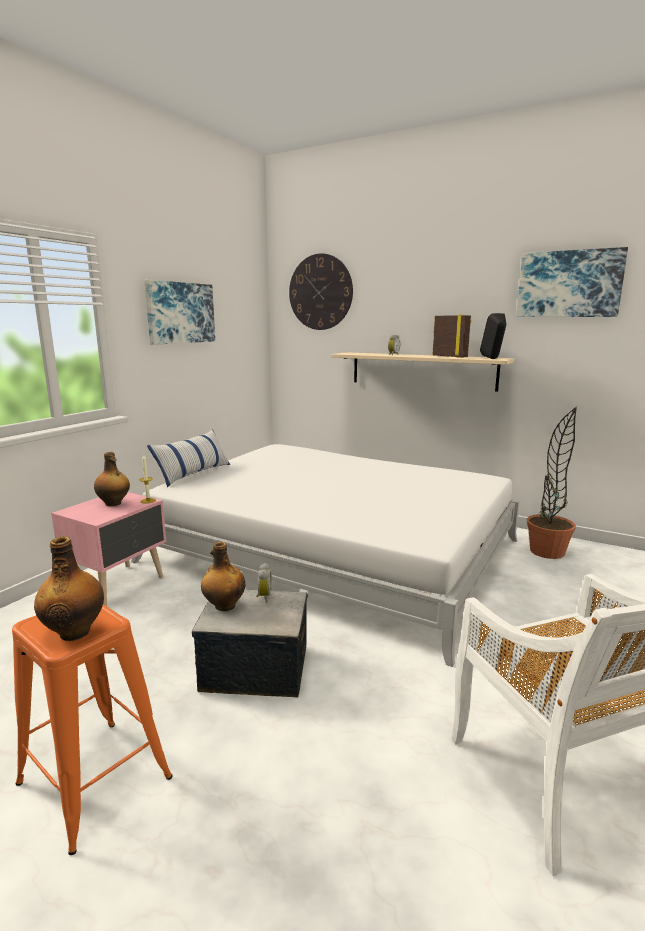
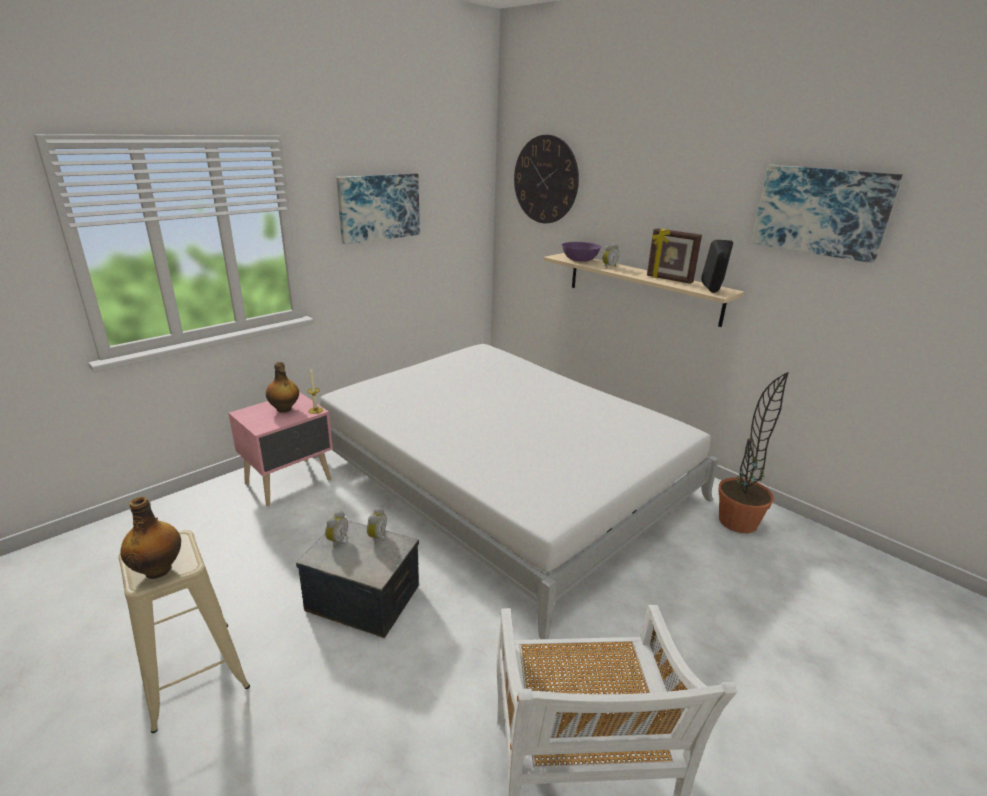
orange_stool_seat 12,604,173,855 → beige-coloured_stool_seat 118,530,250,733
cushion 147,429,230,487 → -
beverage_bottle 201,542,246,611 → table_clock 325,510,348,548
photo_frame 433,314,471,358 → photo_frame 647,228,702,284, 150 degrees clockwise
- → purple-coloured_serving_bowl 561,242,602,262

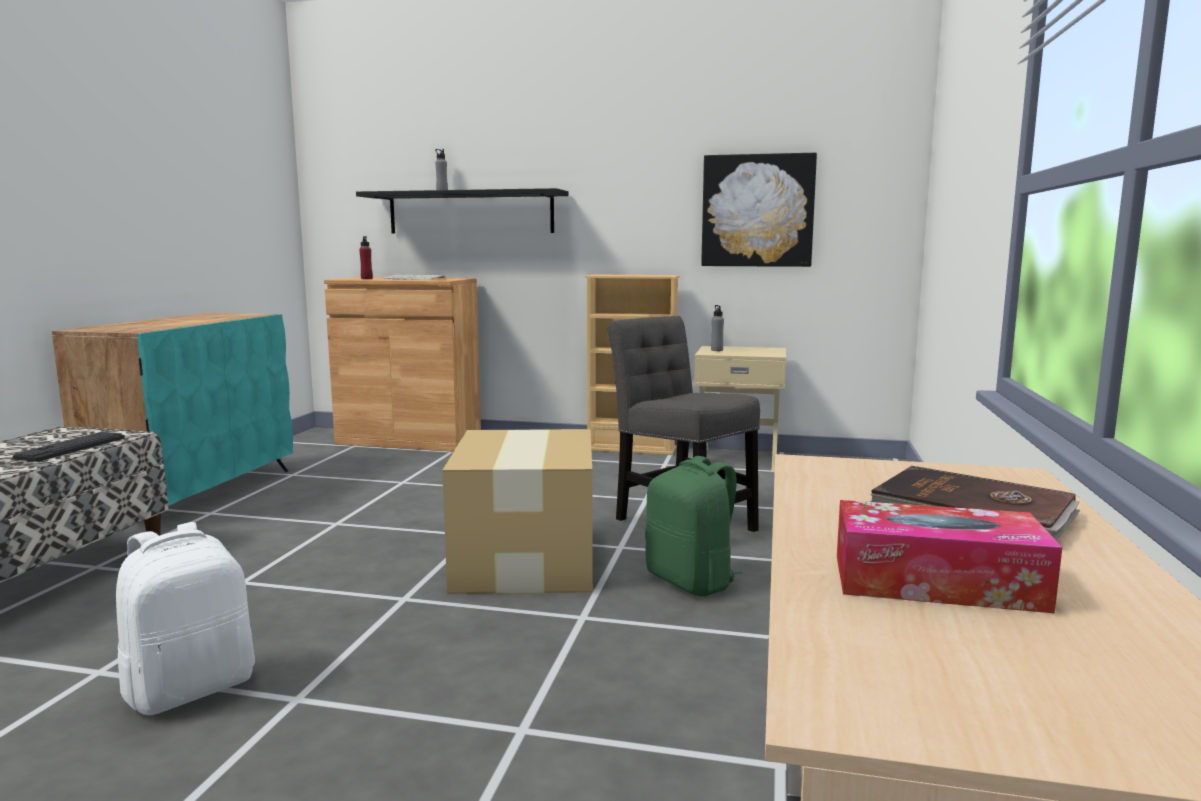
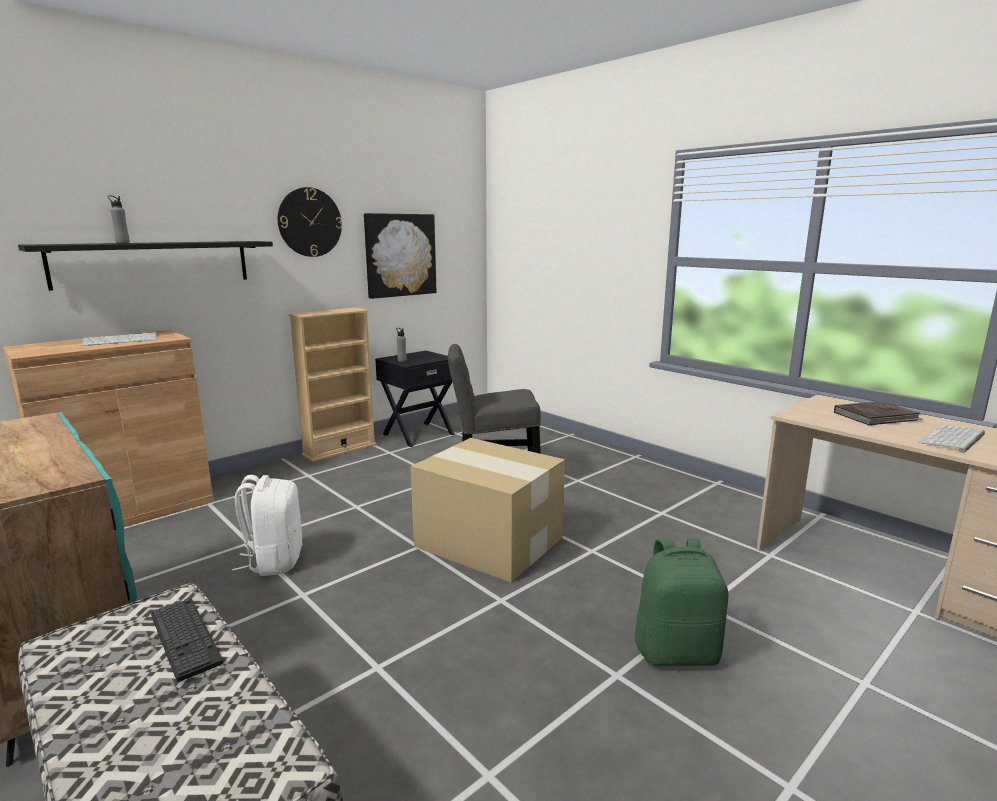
white-coloured_rucksack 116,522,255,715 → white-coloured_rucksack 232,475,302,576, shifted
red_beverage_bottle 359,236,373,279 → -
greenish_rucksack 645,456,743,596 → greenish_rucksack 635,538,728,666, shifted
beige-coloured_night_table 694,346,786,472 → blackish_night_table 375,351,455,447
tissue_holder 837,500,1062,613 → computer_keyboard 918,425,985,453
- → clock_on_the_wall 278,187,342,257

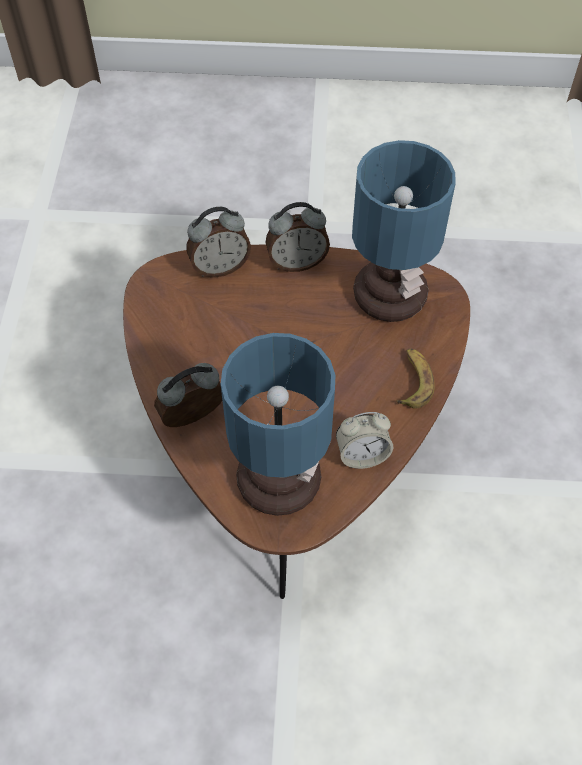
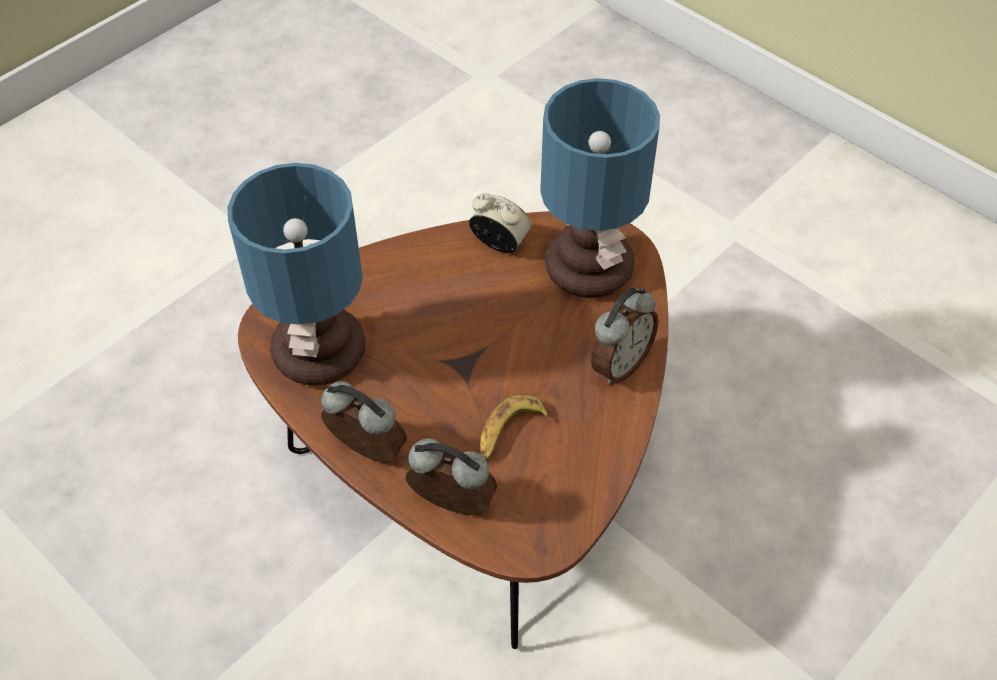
table_clock 154,363,222,427 → table_clock 591,287,659,385, 60 degrees counterclockwise
banana 396,348,435,409 → banana 480,395,550,460, shifted

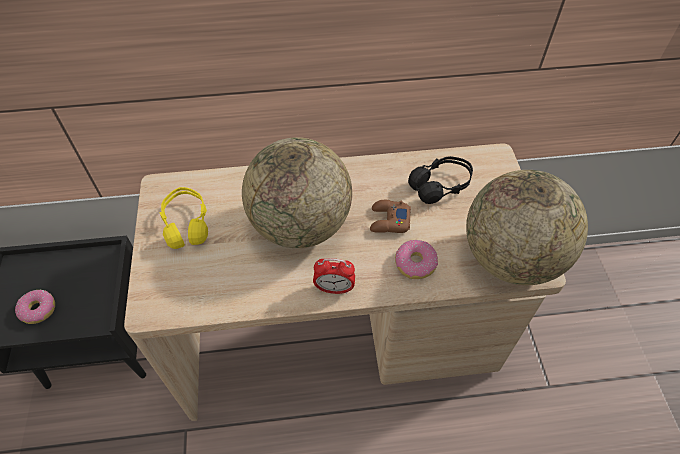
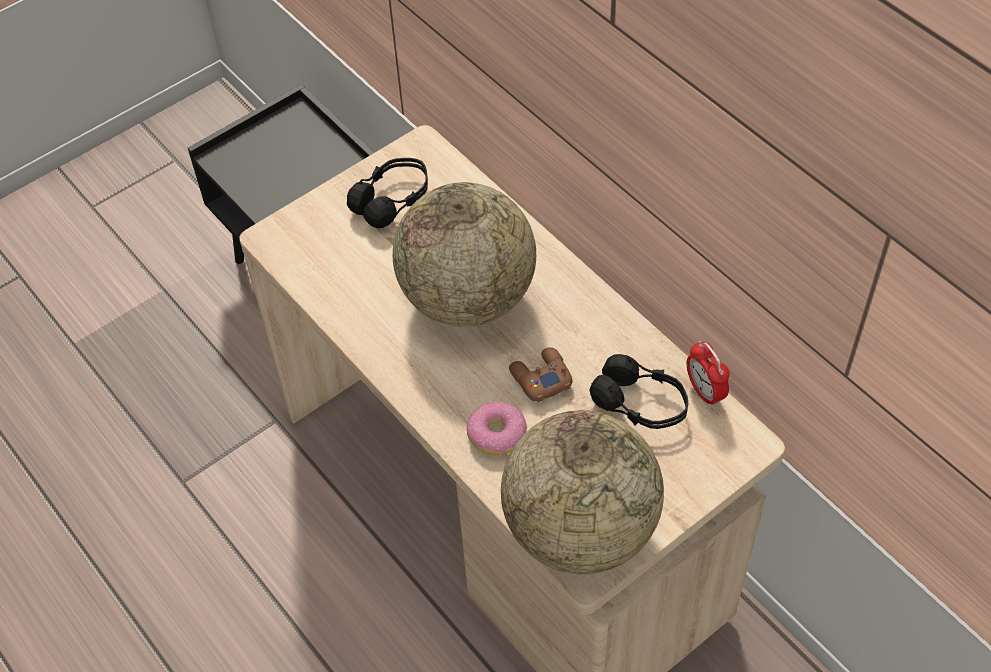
donut 15,290,55,324 → -
yellow_headset 159,187,208,249 → blackish_headset 347,158,428,228
table_clock 313,258,355,294 → table_clock 687,341,730,407, shifted

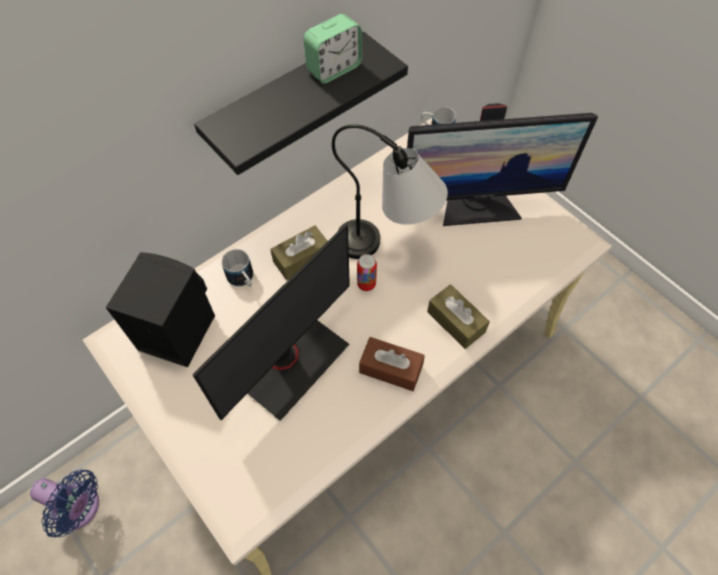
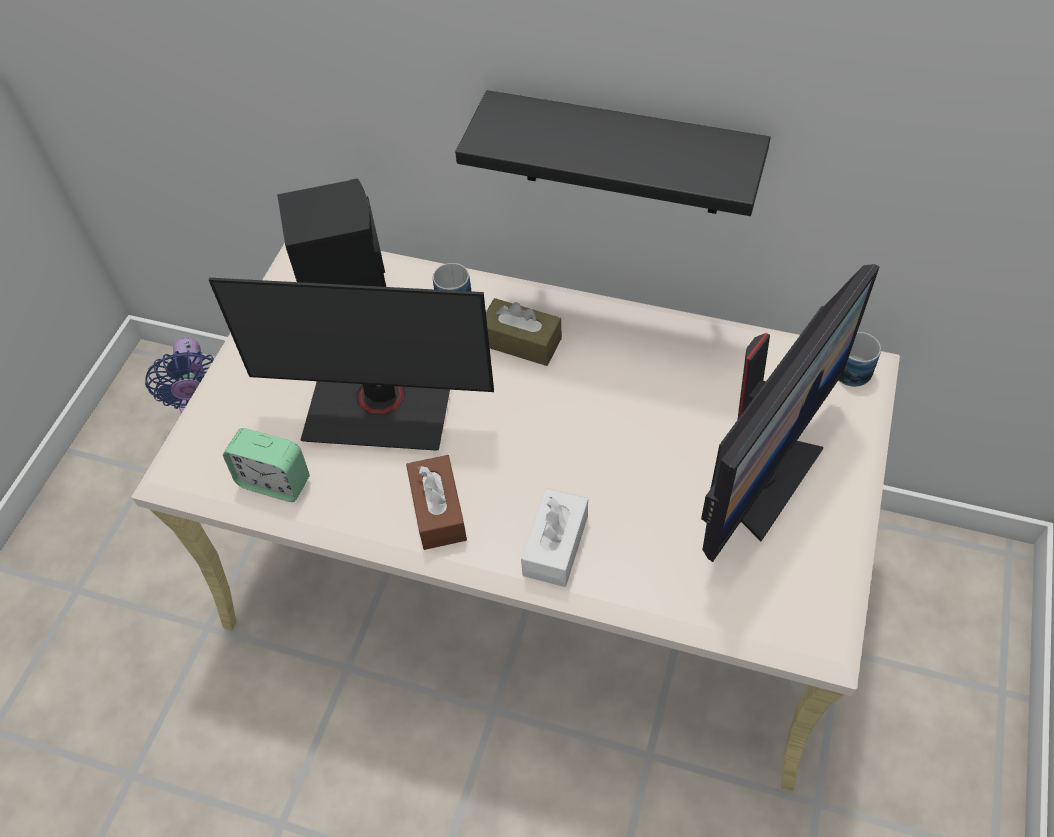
table_clock 303,14,362,84 → table_clock 223,428,310,502, shifted
tabletop_lamp 332,124,448,259 → -
metal_can 357,254,377,291 → -
monitor 407,103,598,226 → monitor 701,264,880,562, 105 degrees counterclockwise
brown_tissue_holder 427,284,490,349 → white-coloured_tissue_holder 521,488,588,587

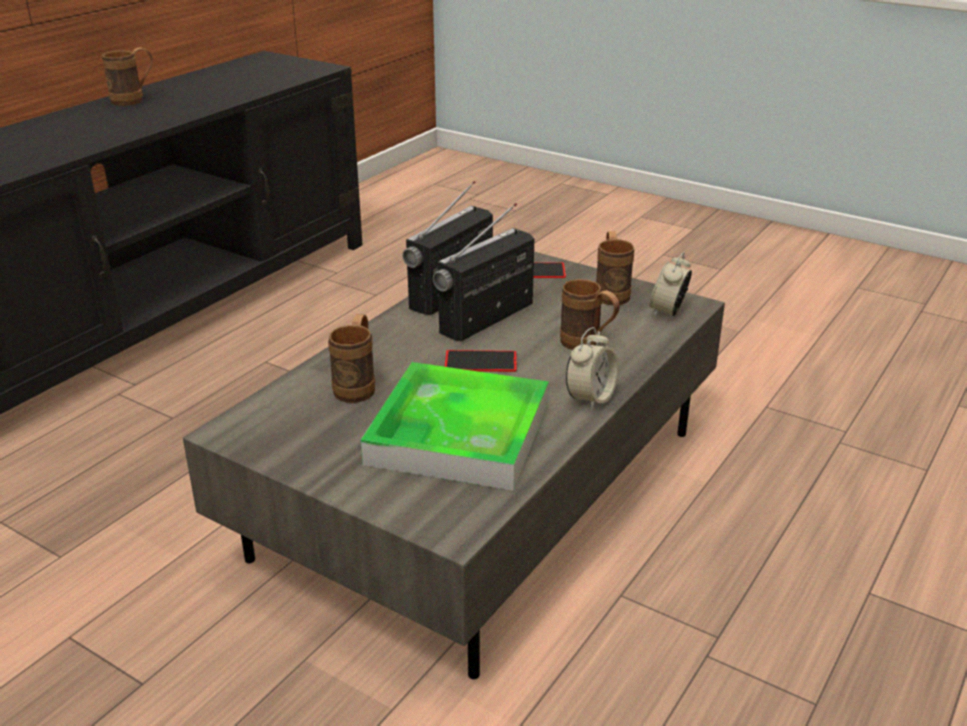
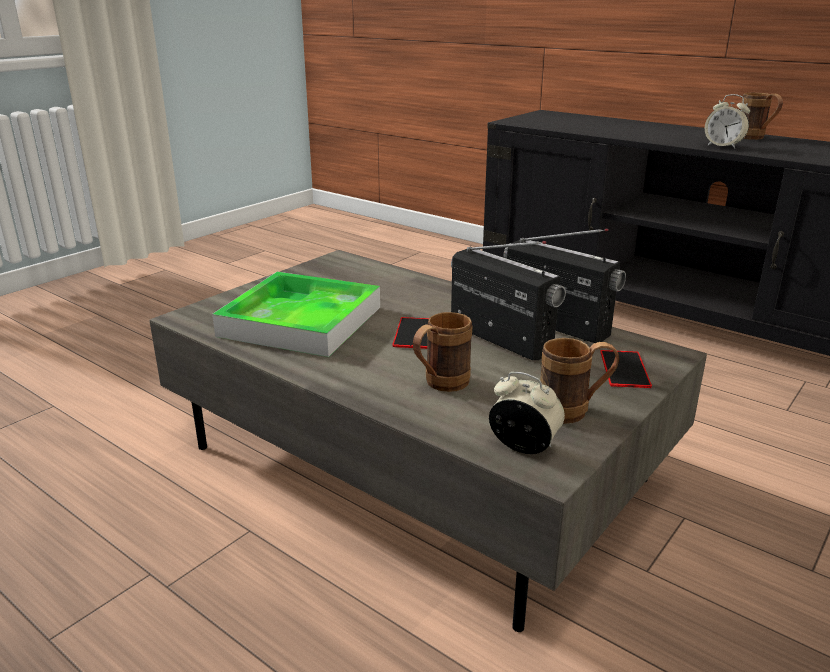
brown_tea_mug 328,314,375,403 → -
table_clock 566,327,619,410 → table_clock 705,94,750,149, shifted

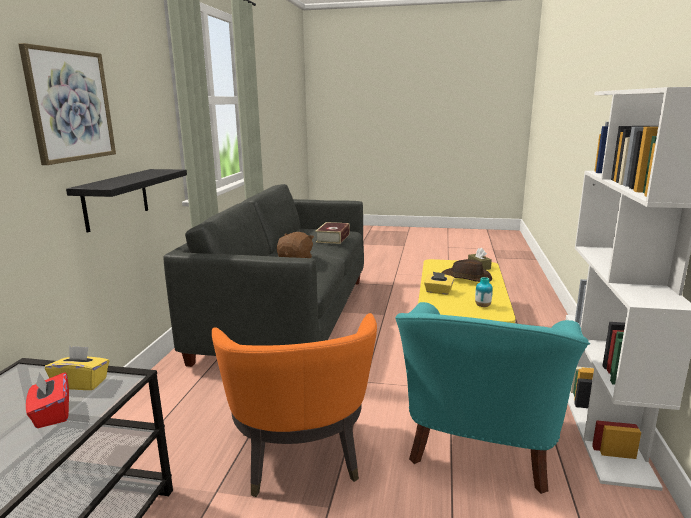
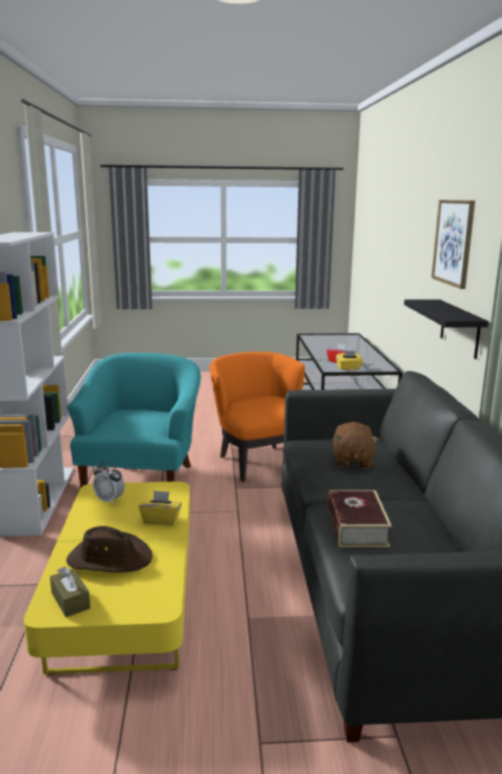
flower_vase 475,277,493,307 → table_clock 93,462,125,505

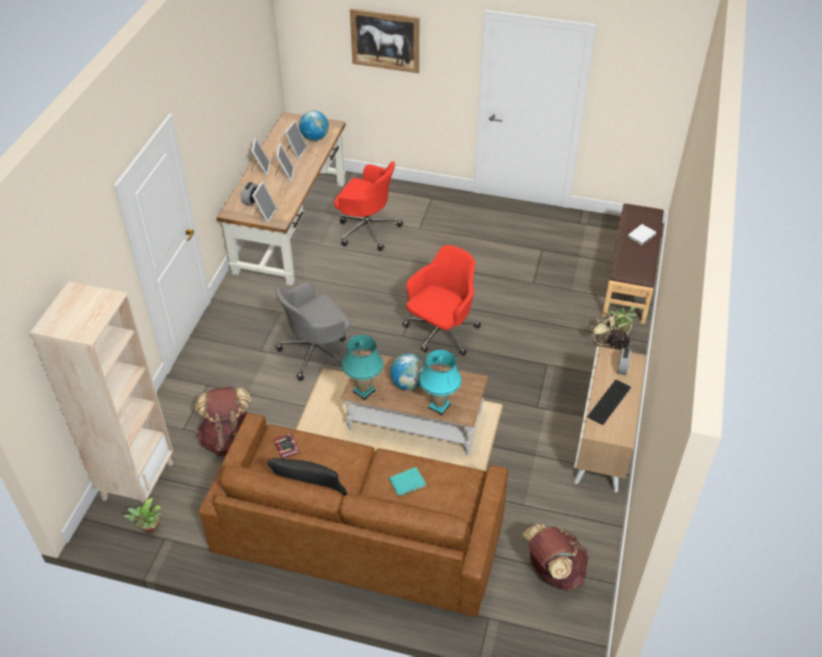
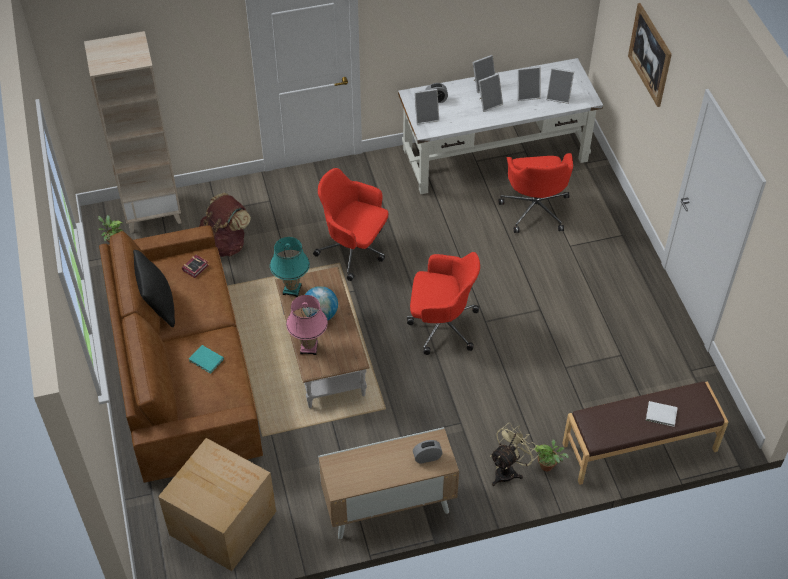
brown_desk_table 217,112,346,285 → white-coloured_desk_table 398,58,603,194
gray_computer_chair 275,282,351,381 → red_computer_chair 313,168,389,281
globe 299,111,329,141 → photo_frame 546,68,574,104
turquoise-coloured_tabletop_lamp 419,350,462,415 → pink-coloured_tabletop_lamp 286,295,328,355
brown_rucksack 522,524,589,591 → carton 158,438,276,571
computer_keyboard 587,380,631,425 → -

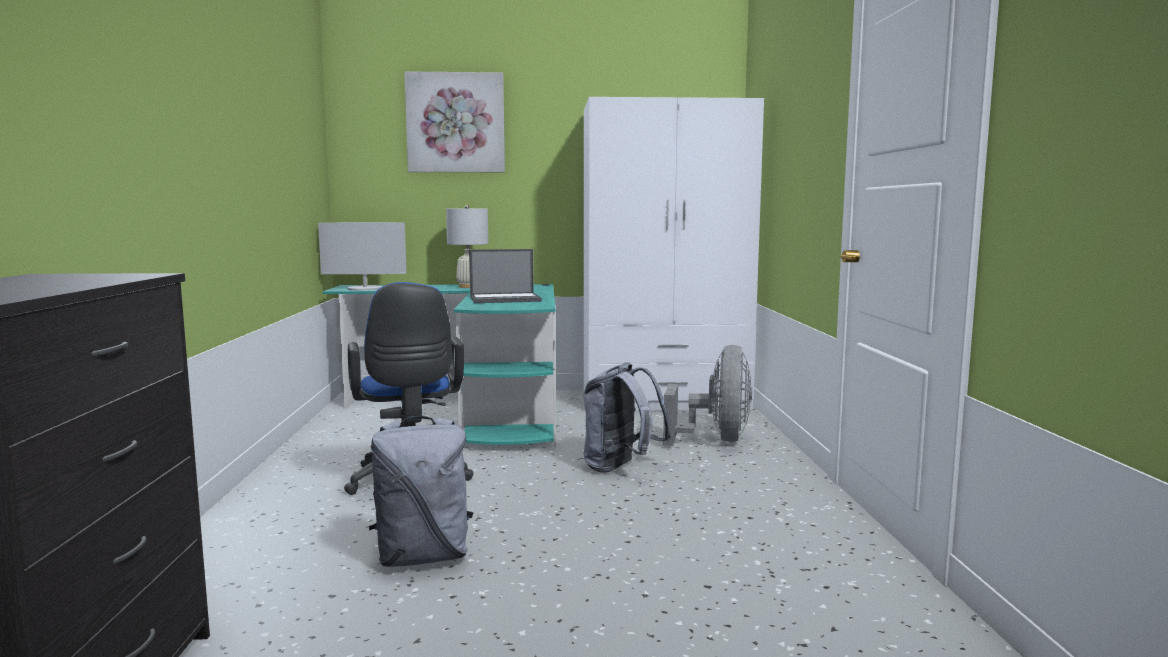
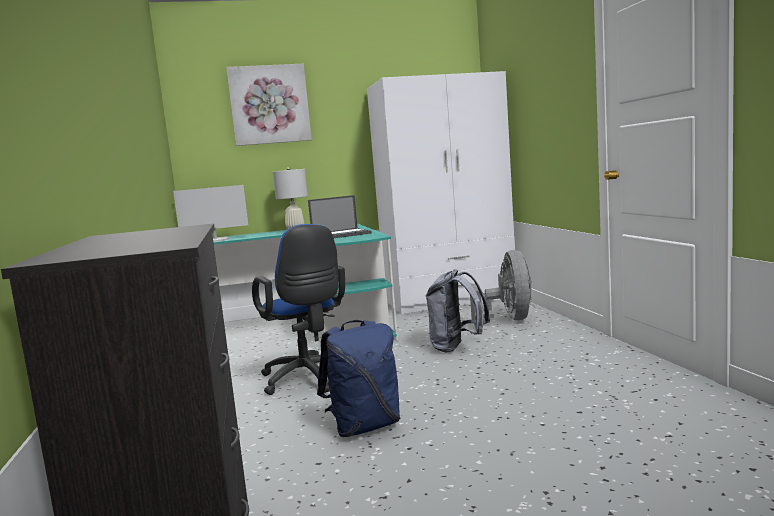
gray_rucksack 369,416,474,567 → bluish_rucksack 317,320,400,437

